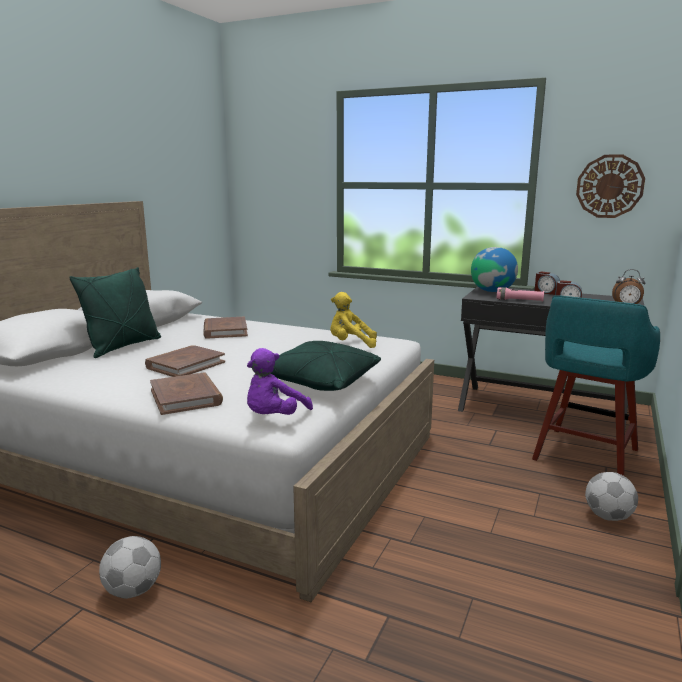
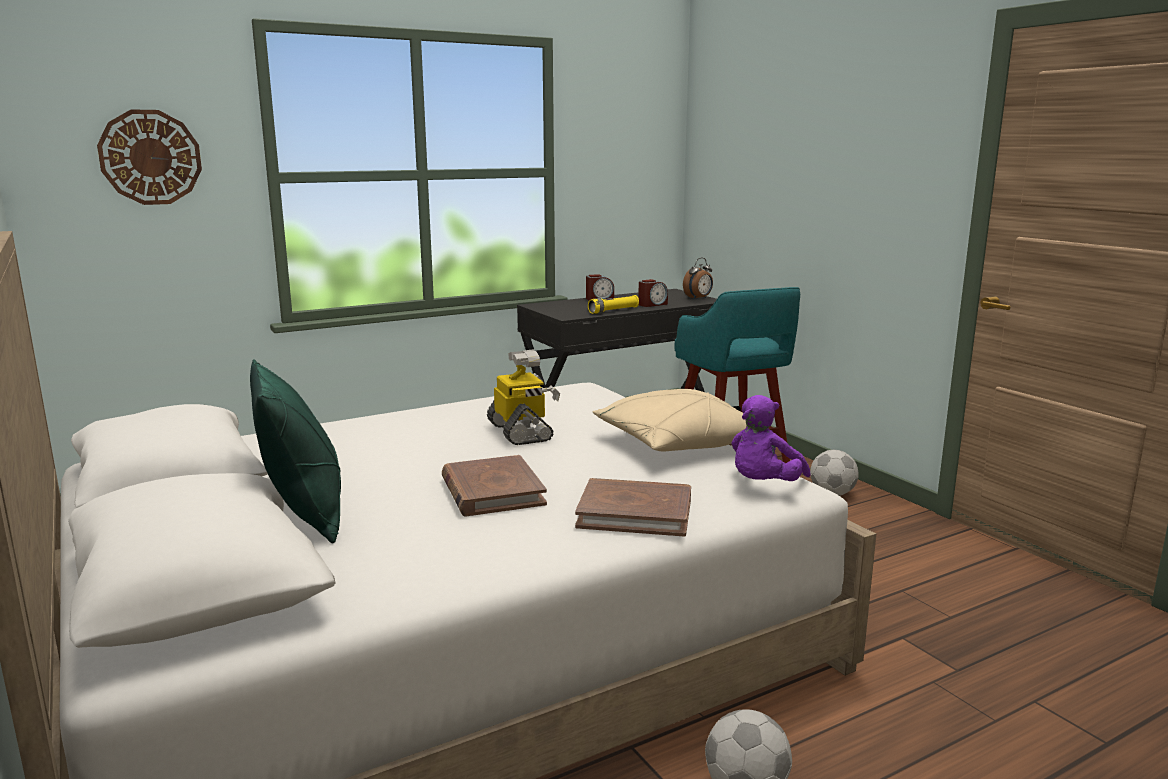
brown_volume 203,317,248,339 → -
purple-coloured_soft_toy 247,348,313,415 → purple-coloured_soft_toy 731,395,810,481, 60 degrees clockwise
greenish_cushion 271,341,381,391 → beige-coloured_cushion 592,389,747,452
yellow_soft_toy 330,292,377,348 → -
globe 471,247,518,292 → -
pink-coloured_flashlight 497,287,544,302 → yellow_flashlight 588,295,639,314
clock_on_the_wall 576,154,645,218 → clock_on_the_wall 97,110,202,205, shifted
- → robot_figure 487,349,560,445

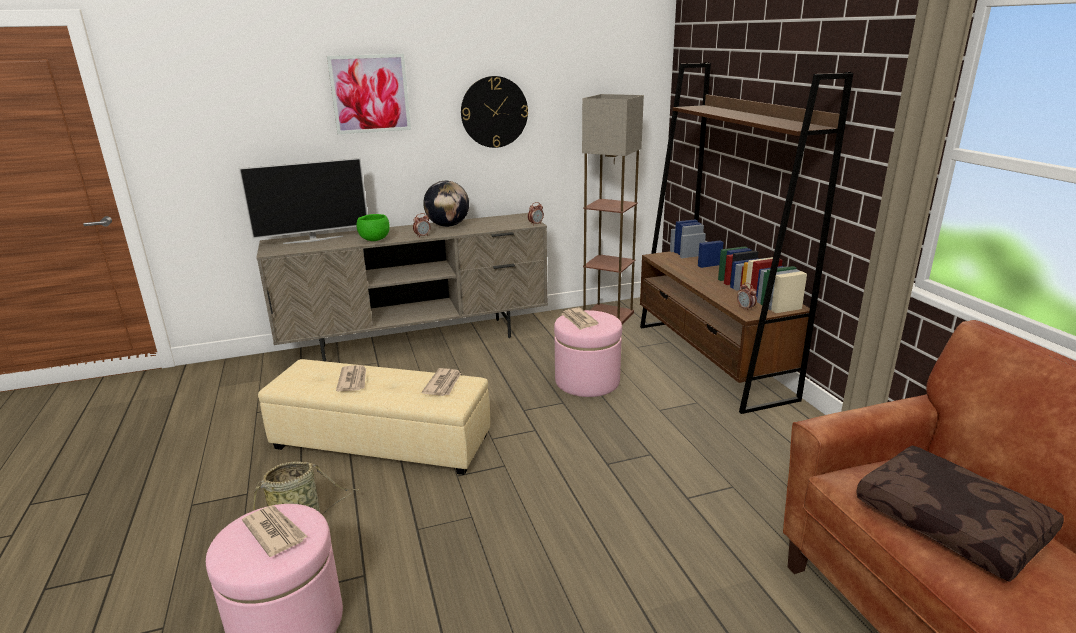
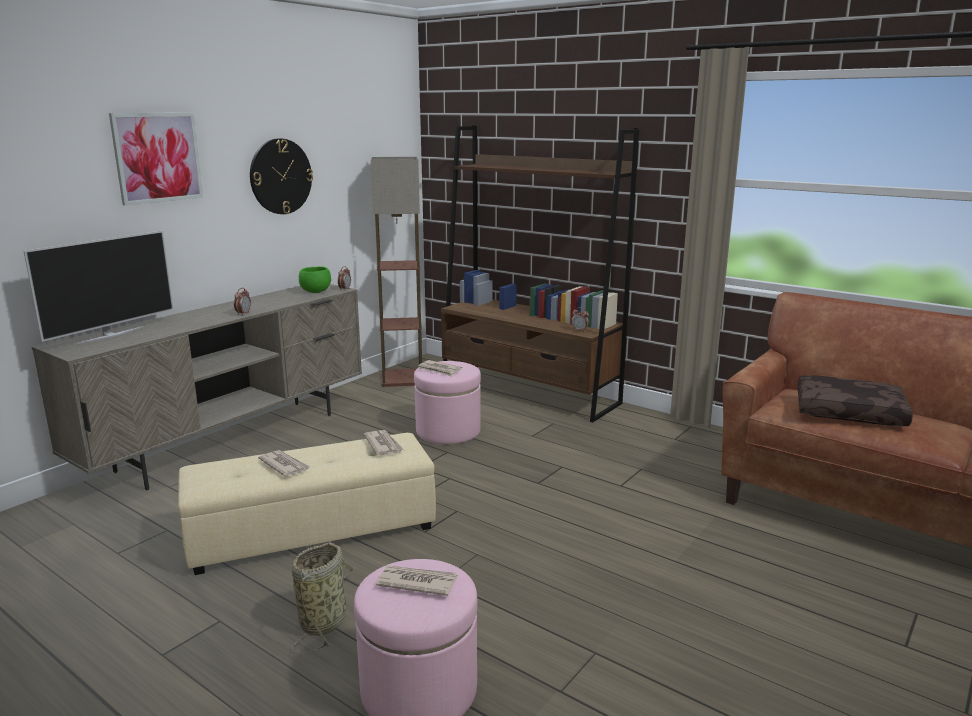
greenish_serving_bowl 357,214,390,241 → greenish_serving_bowl 299,266,331,293, shifted
globe 423,181,469,227 → -

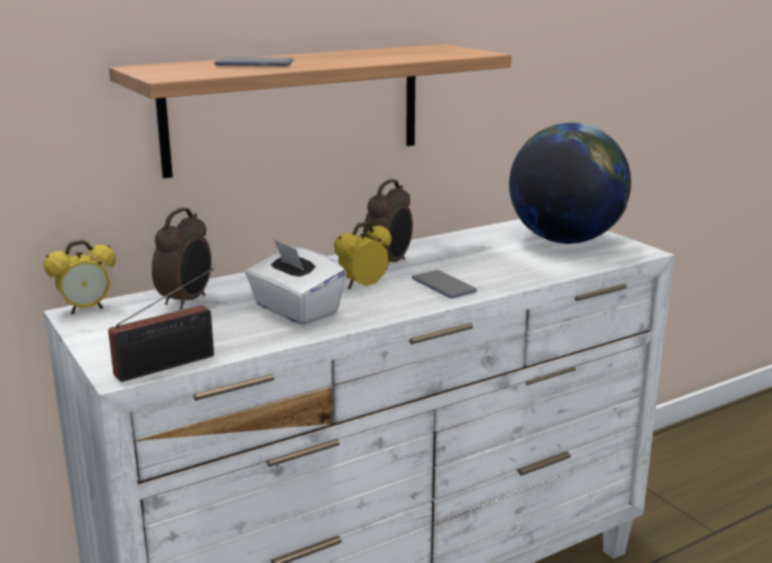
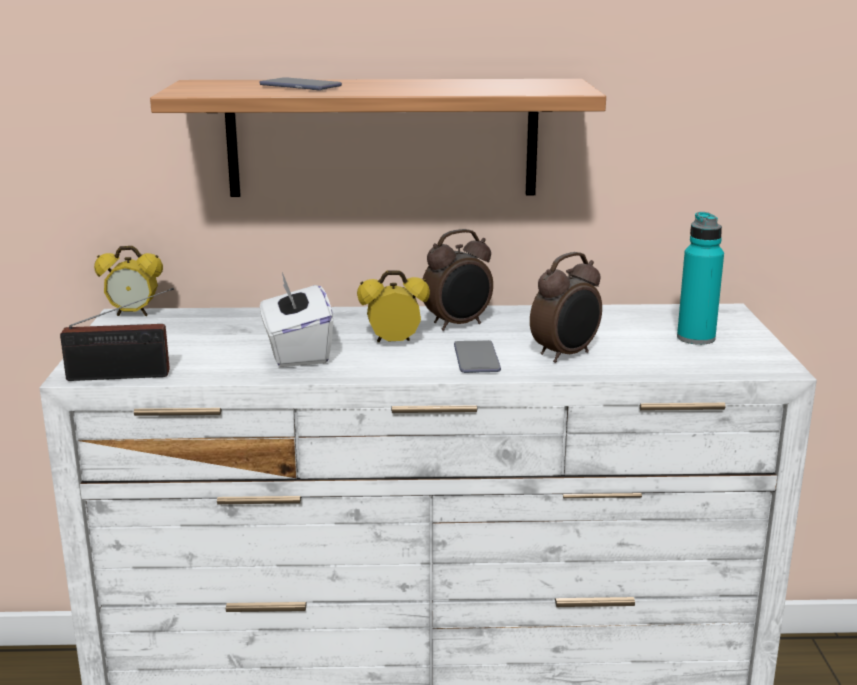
table_clock 152,208,212,310 → table_clock 530,252,602,363, shifted
globe 509,123,631,244 → turquoise-coloured_beverage_bottle 677,212,724,345

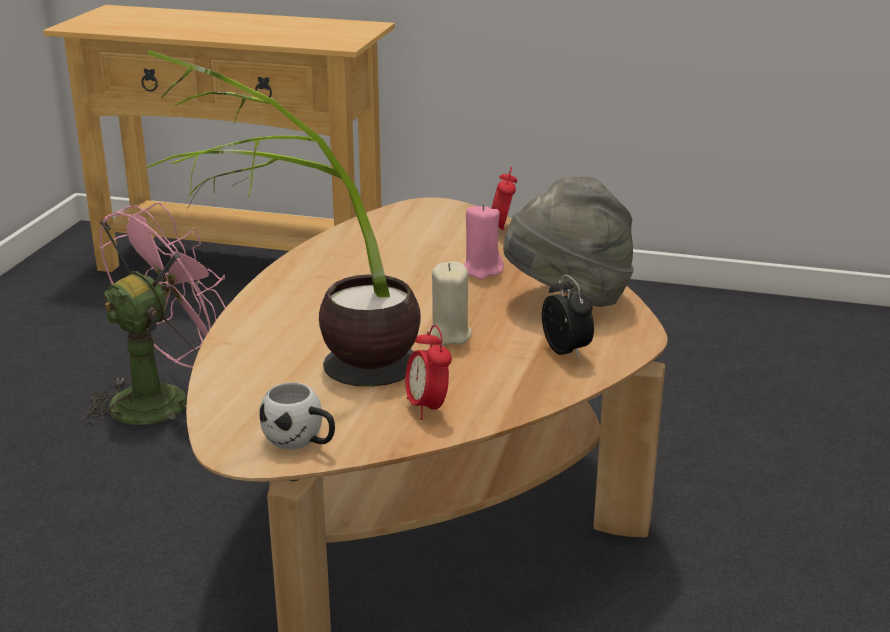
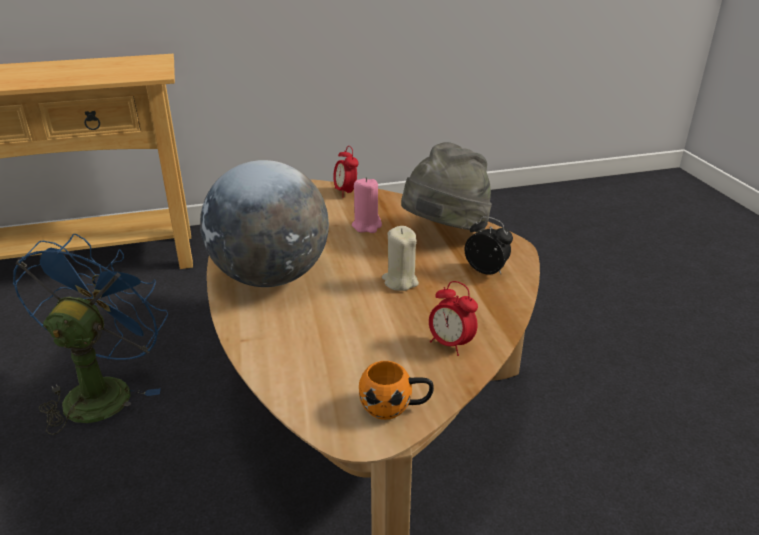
pink-coloured_fan 82,202,226,425 → bluish_fan 13,234,168,435
potted_plant 142,50,421,387 → -
white-coloured_tea_mug 259,382,335,450 → orange_tea_mug 359,361,434,420
- → globe 200,160,329,287

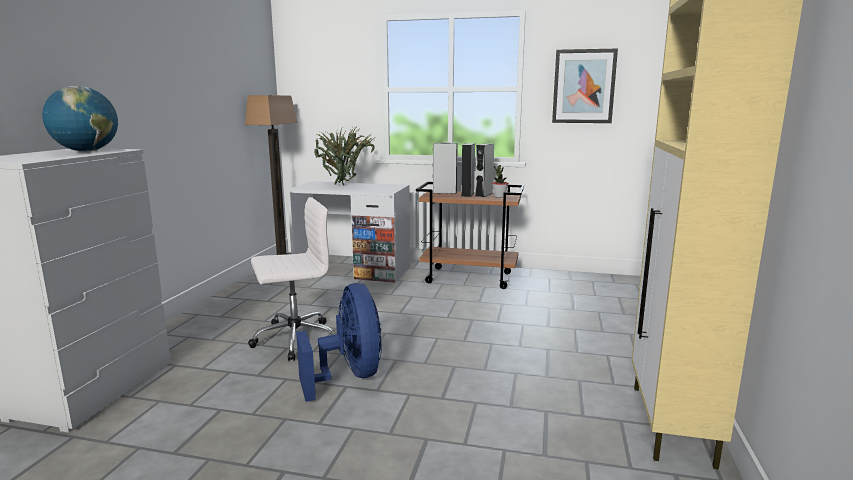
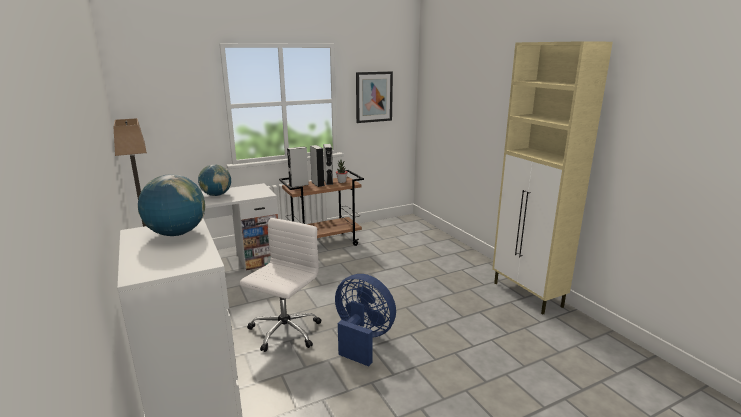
potted_plant 314,128,375,186 → globe 198,164,231,196

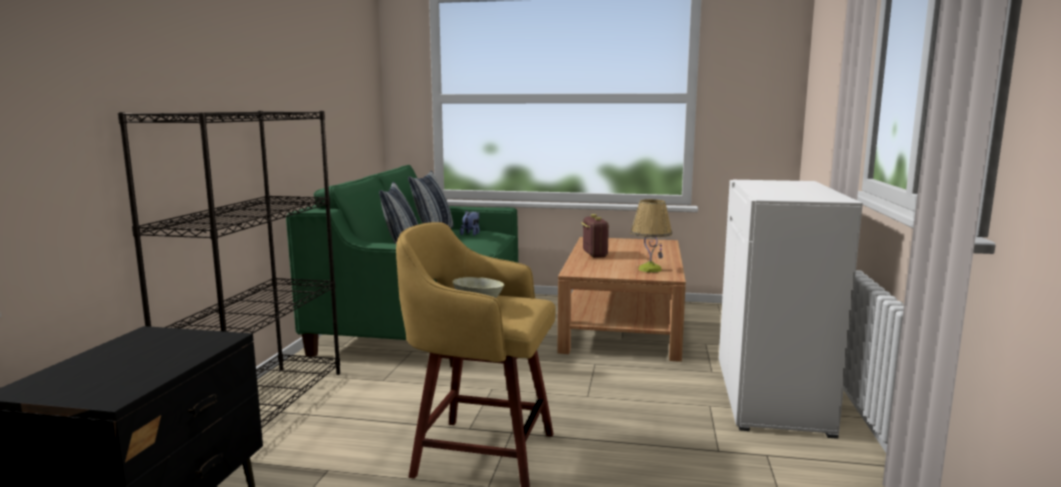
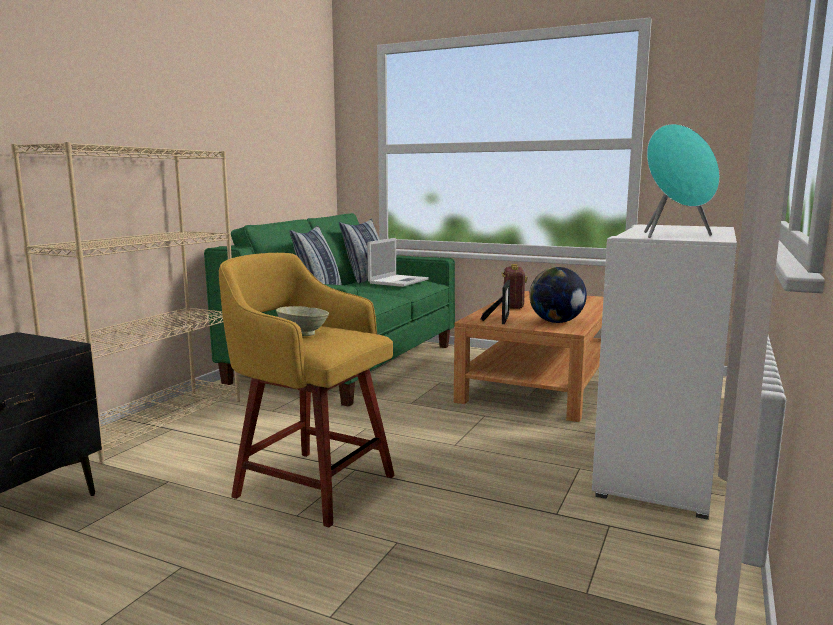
blackish_shelving_unit 118,111,340,429 → beige-coloured_shelving_unit 11,142,240,464
soft_toy 460,211,480,236 → notebook_computer 367,238,429,287
tabletop_lamp 630,199,672,272 → globe 529,267,587,323
- → photo_frame 481,280,510,324
- → turquoise-coloured_speaker 644,124,720,238

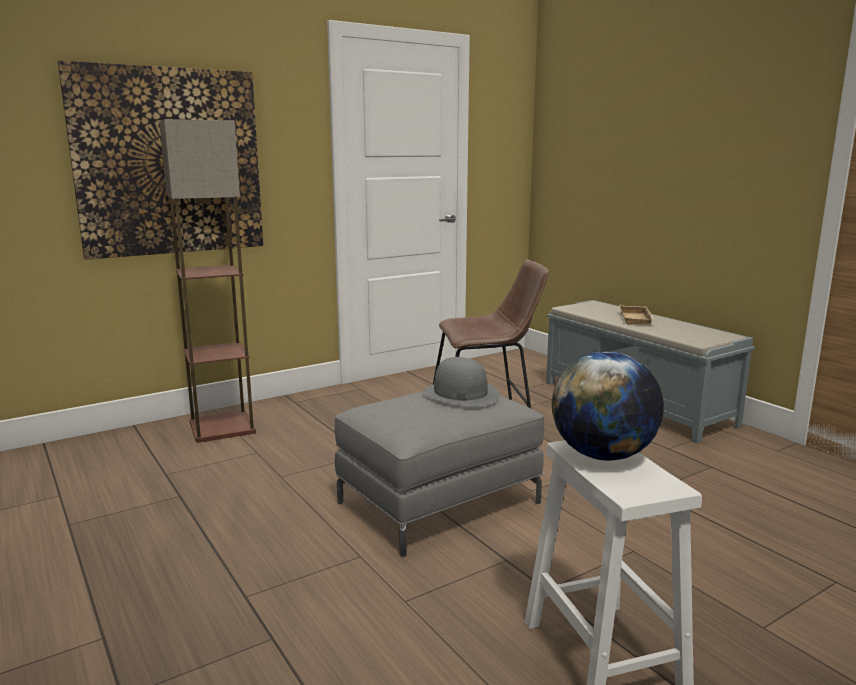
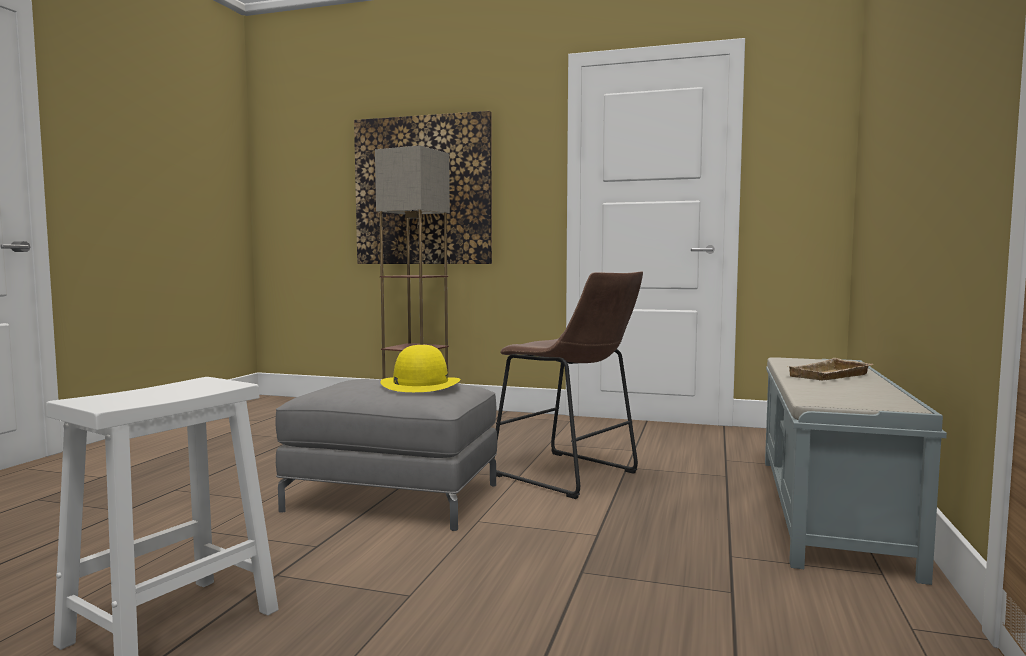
gray_wearable_hat 422,357,500,407 → yellow_wearable_hat 380,345,461,392
globe 552,352,664,461 → -

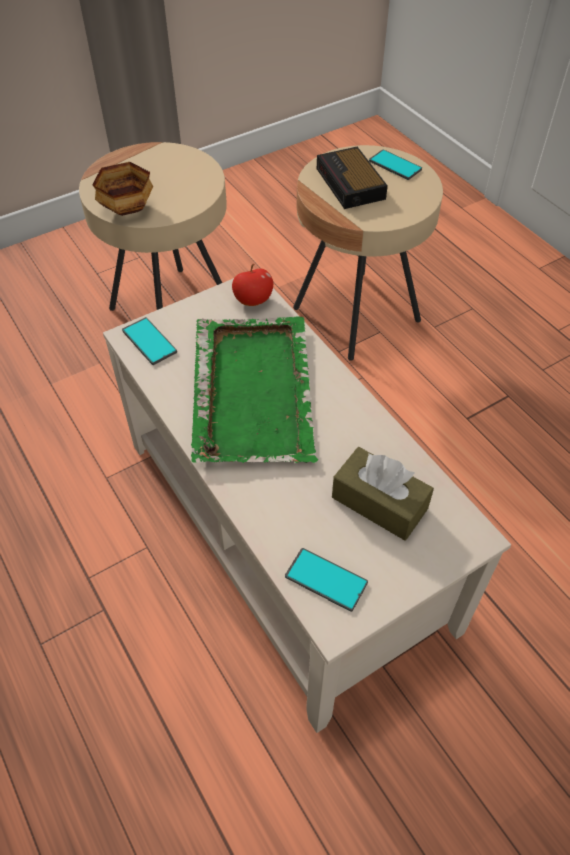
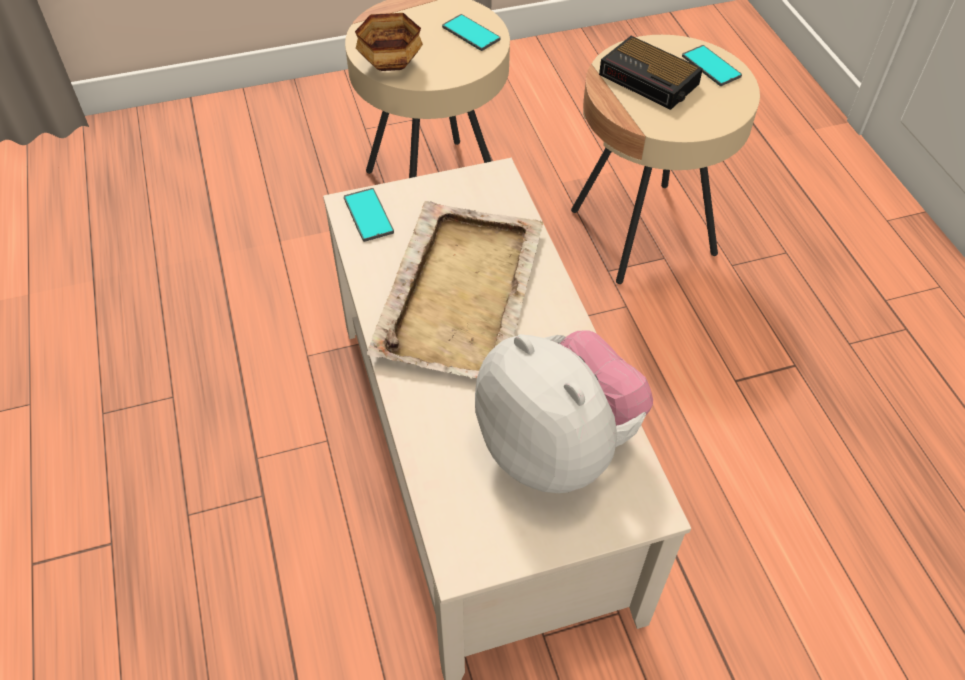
greenish_carrying_tray 191,316,318,463 → beige-coloured_carrying_tray 367,201,544,379
apple_fruit 232,264,273,306 → -
telephone 285,548,368,612 → telephone 442,14,501,51, shifted
table_clock 317,147,388,209 → table_clock 599,36,703,110, 45 degrees counterclockwise
brown_tissue_holder 332,447,434,541 → soft_toy 475,331,653,493

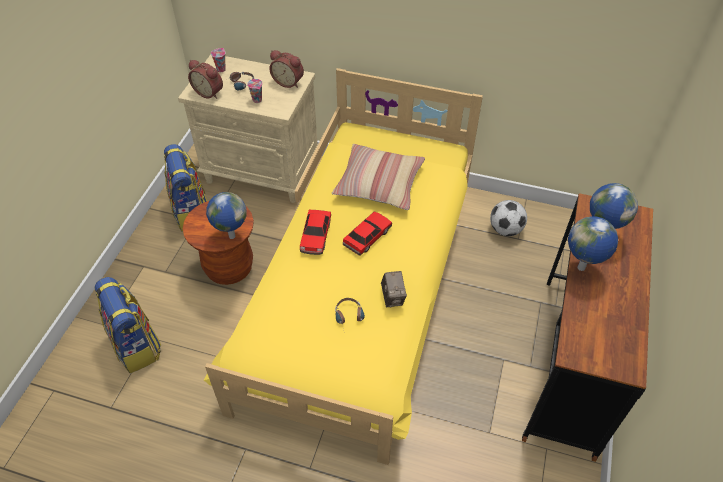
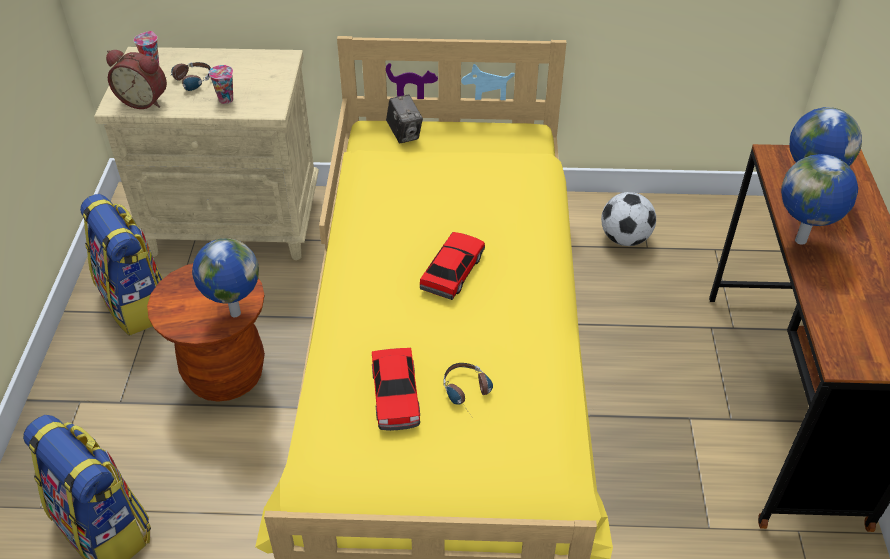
table_clock 269,50,304,88 → -
toy_car 300,210,331,255 → toy_car 372,348,420,431, shifted
cushion 332,144,425,210 → -
still_camera 381,271,407,308 → still_camera 386,94,423,143, shifted

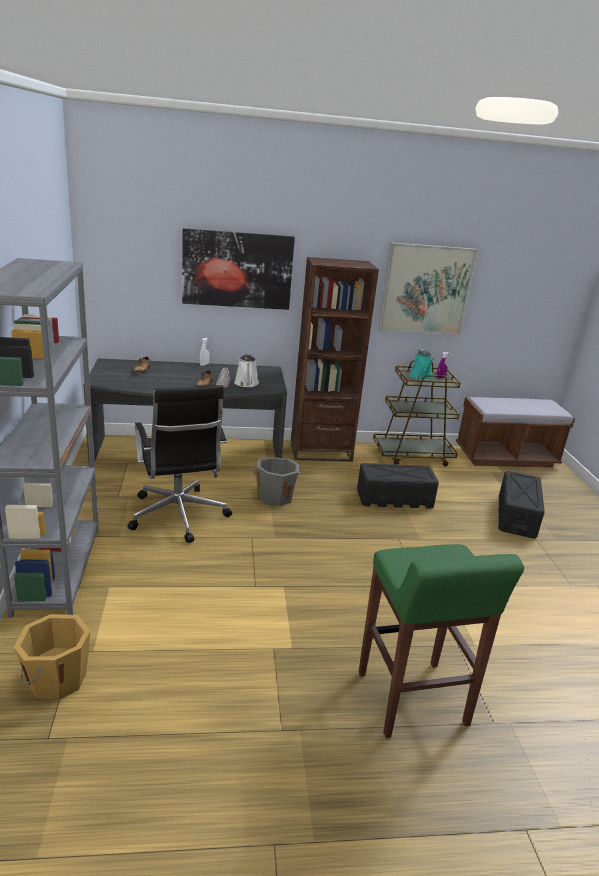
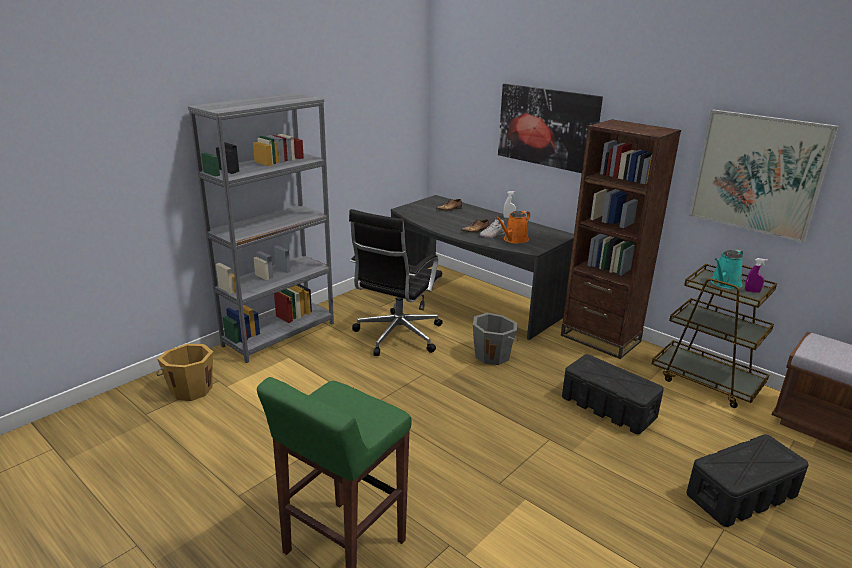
white-coloured_watering_pot 234,354,259,387 → orange_watering_pot 495,211,530,244

